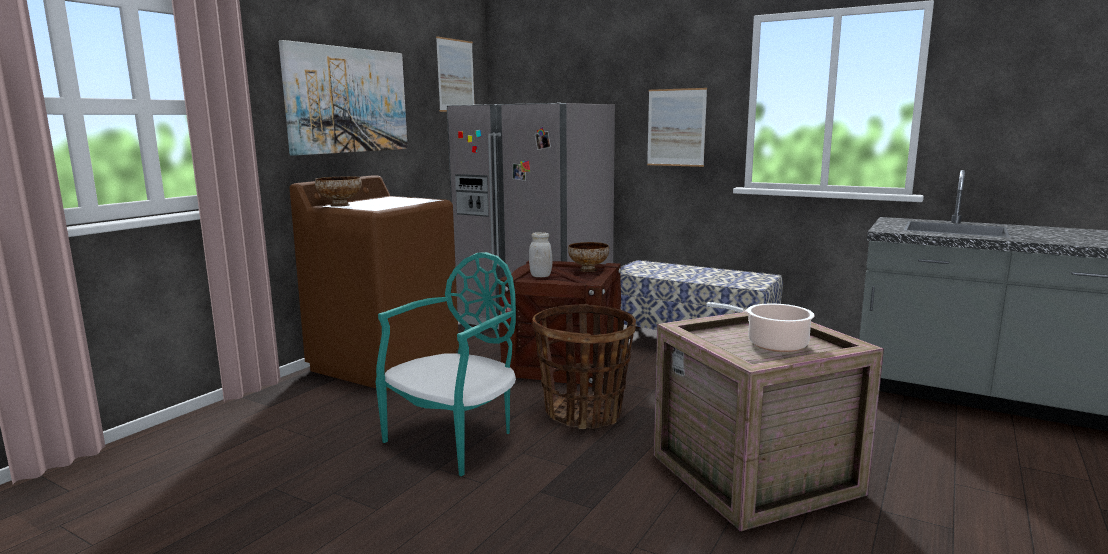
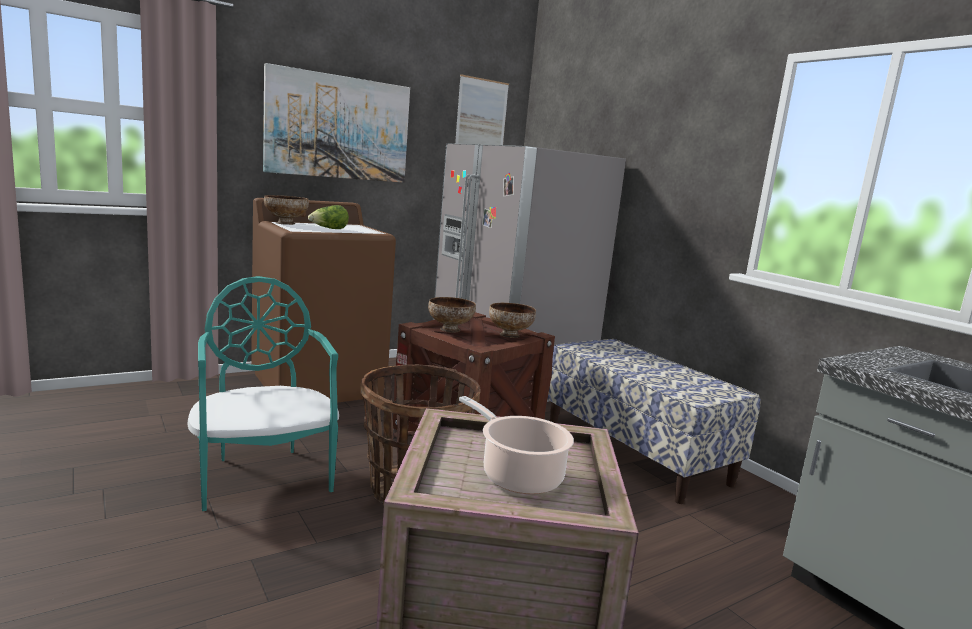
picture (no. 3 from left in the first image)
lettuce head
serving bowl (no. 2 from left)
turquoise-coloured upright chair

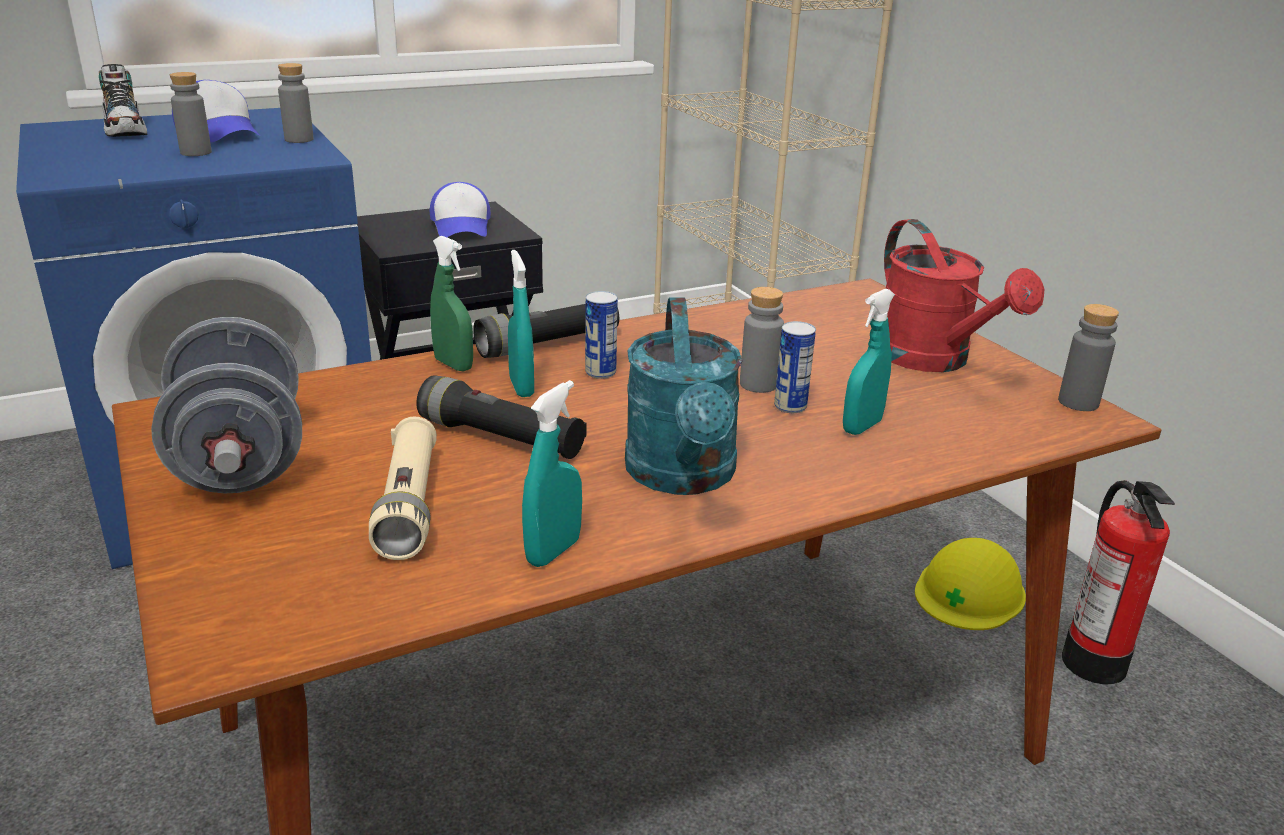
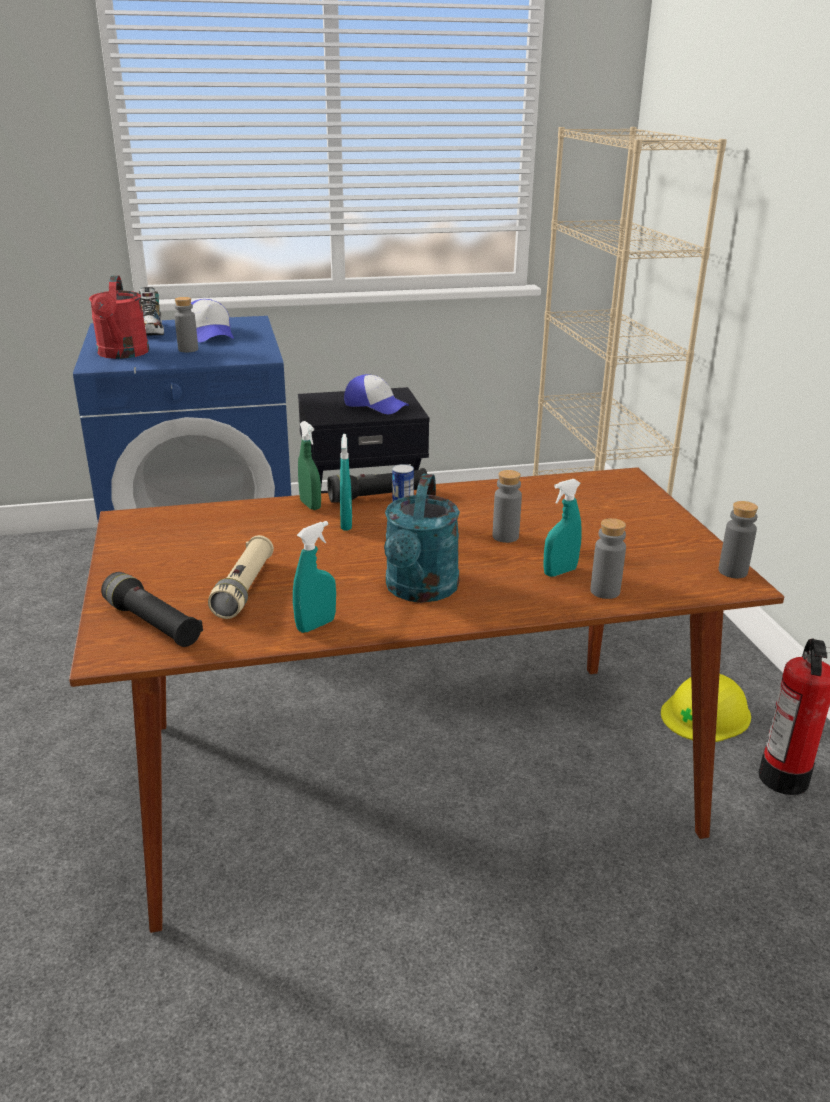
grey free weight
sealed can (no. 2 from left in the first image)
grey bottle (no. 3 from left)
black-coloured flashlight (no. 1 from left)
reddish watering can
cap (no. 2 from left)

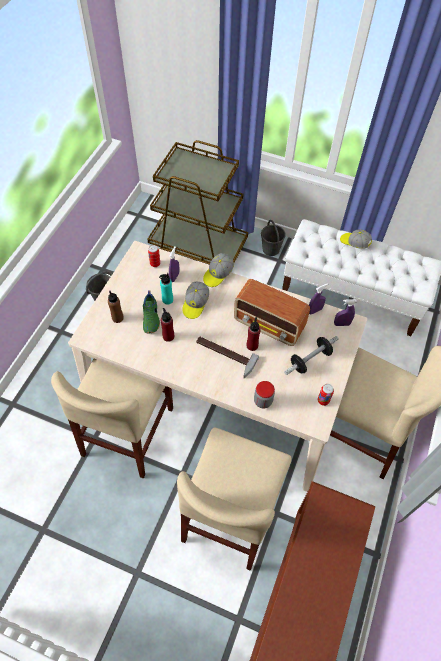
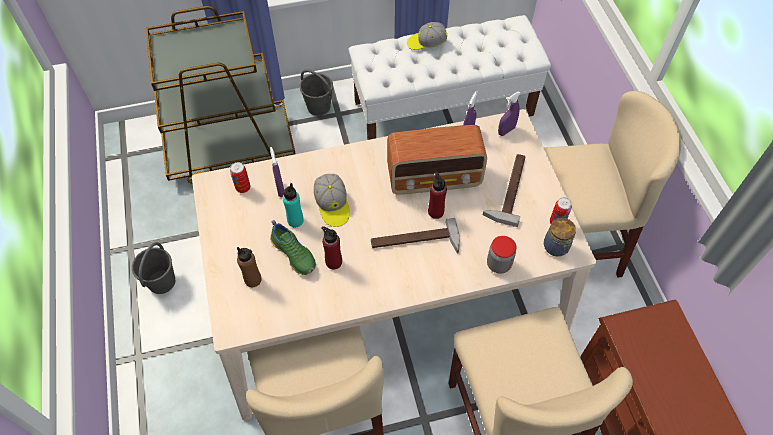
cap (no. 2 from left in the first image)
jar (no. 2 from left)
hammer (no. 2 from left)

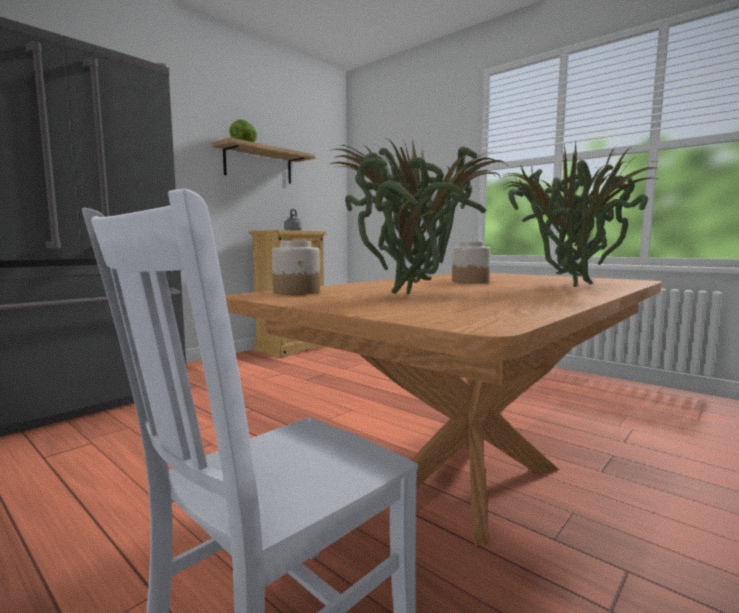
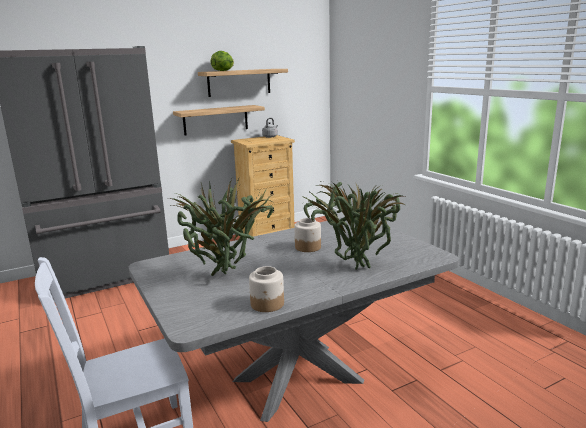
bracket shelf (no. 1 from left)
jar (no. 1 from left)
grey dining table

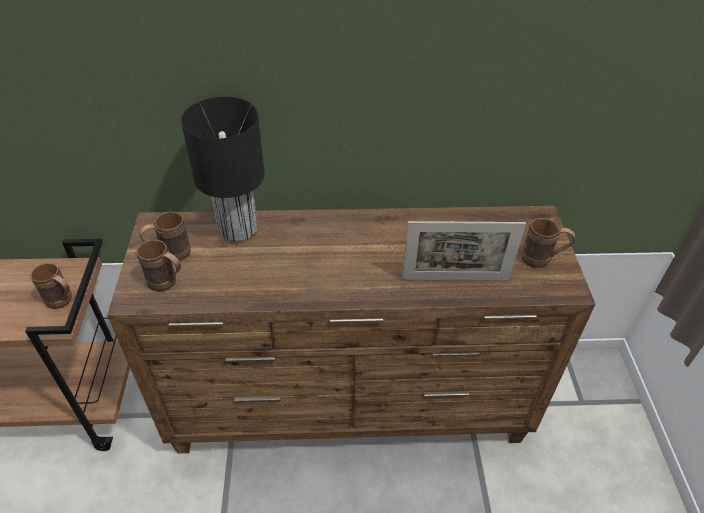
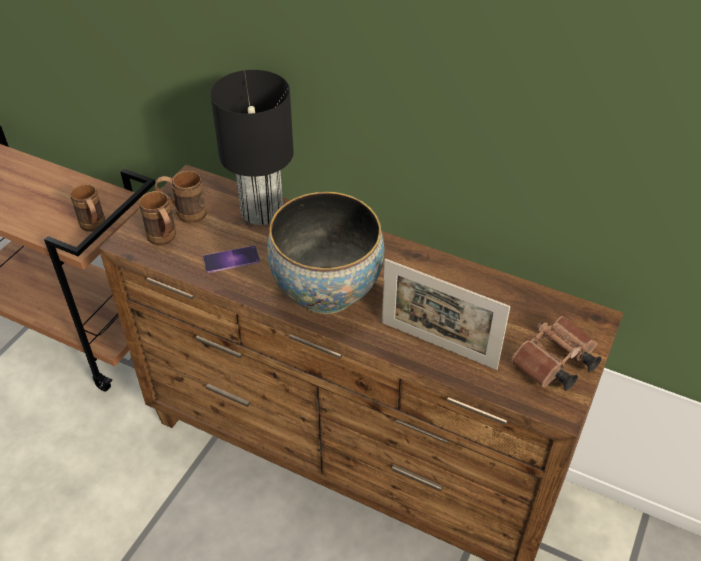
phone
serving bowl
brown-coloured binoculars

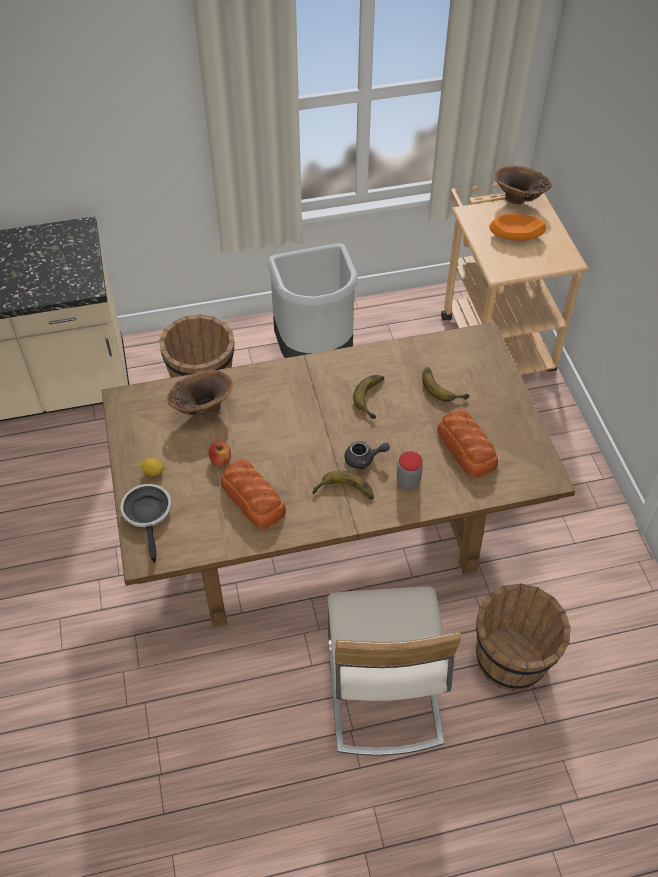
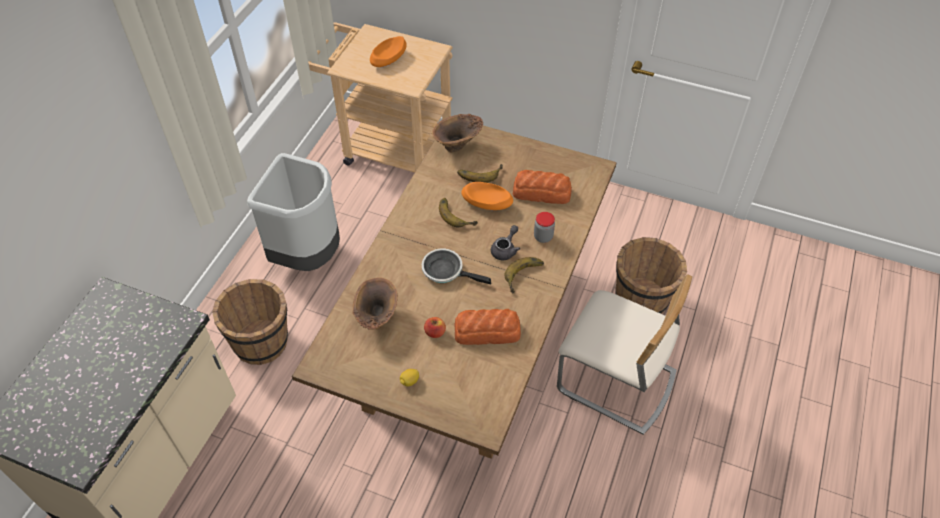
orangey serving bowl (no. 2 from left)
skillet
brown-coloured vase (no. 2 from left)

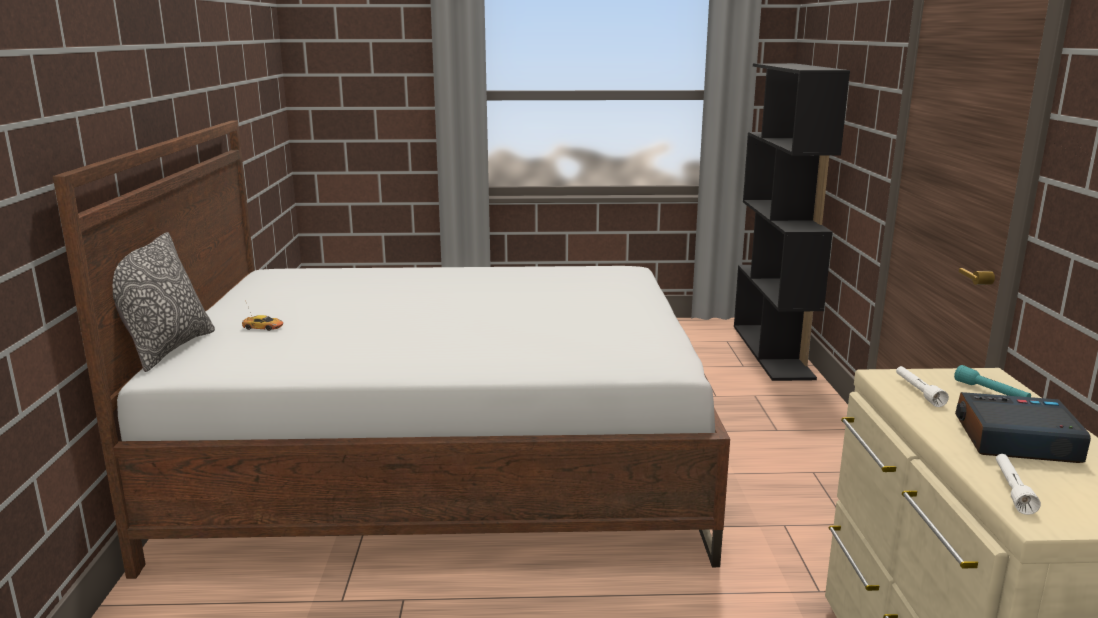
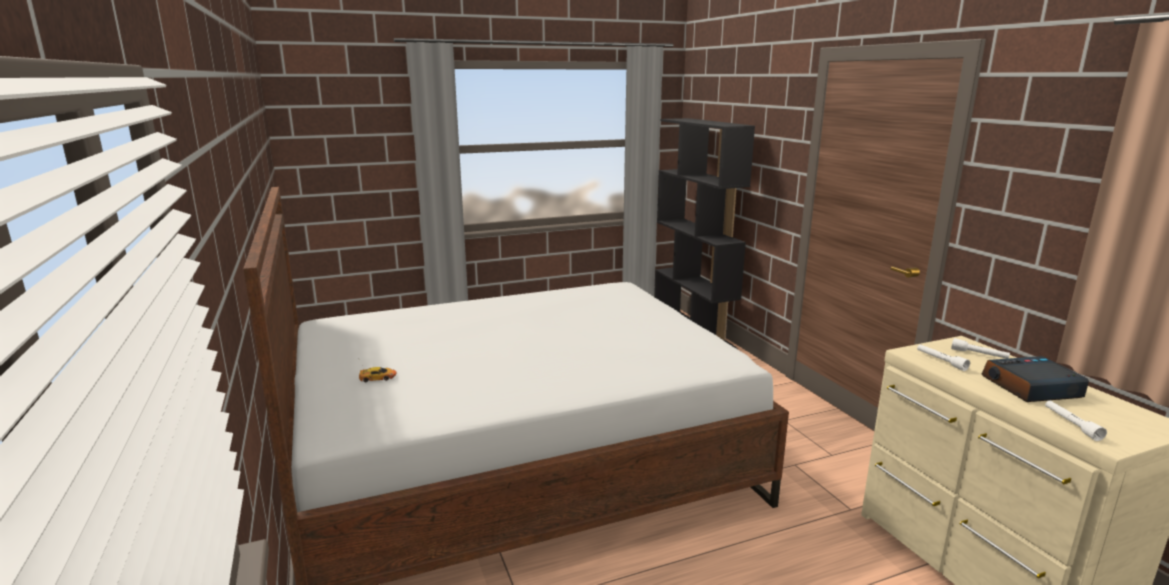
cushion
whitish flashlight (no. 2 from left)

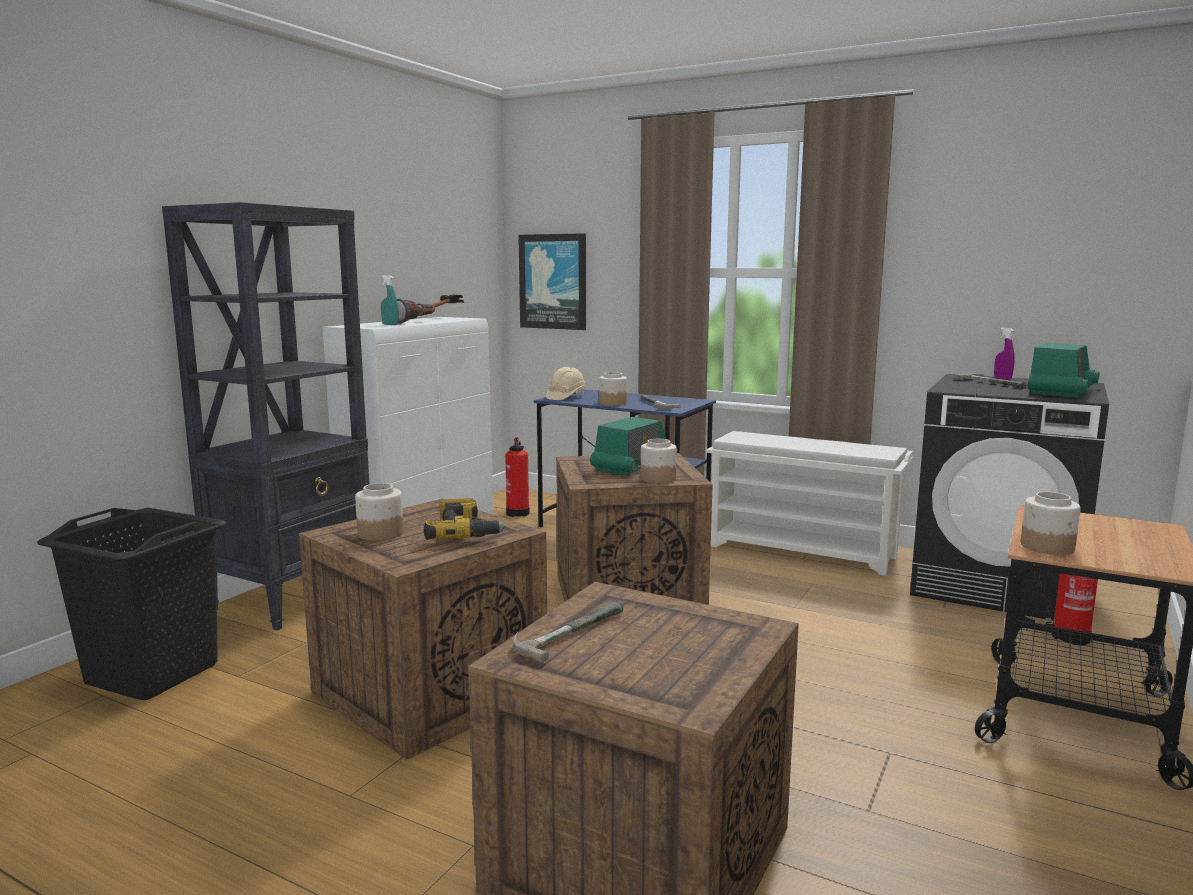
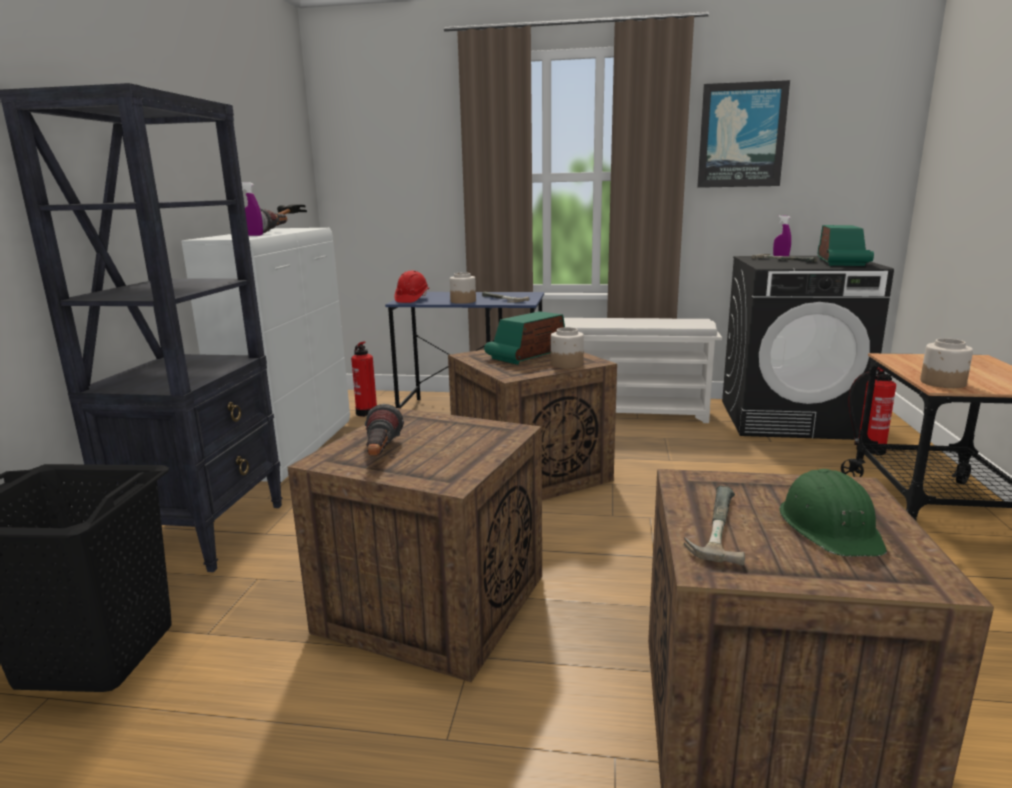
electric drill
green hard hat
picture
flashlight (no. 2 from left)
purple sprayer (no. 1 from left)
reddish hard hat
radio receiver (no. 1 from left)

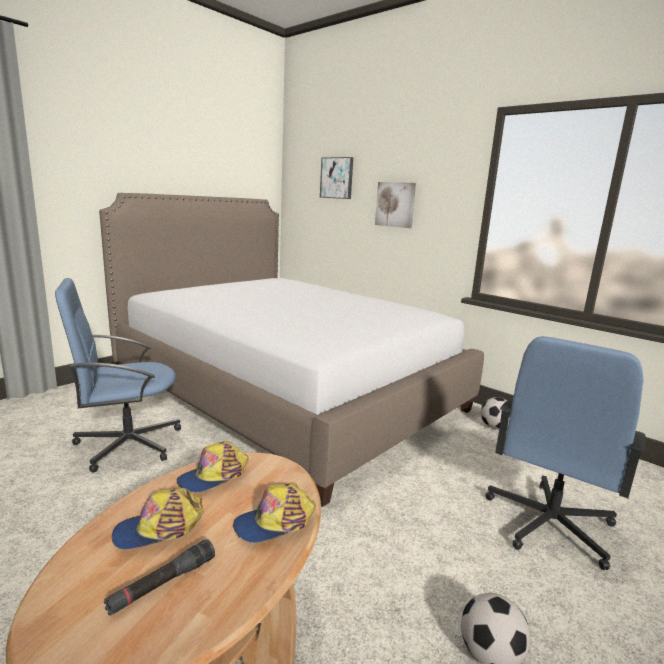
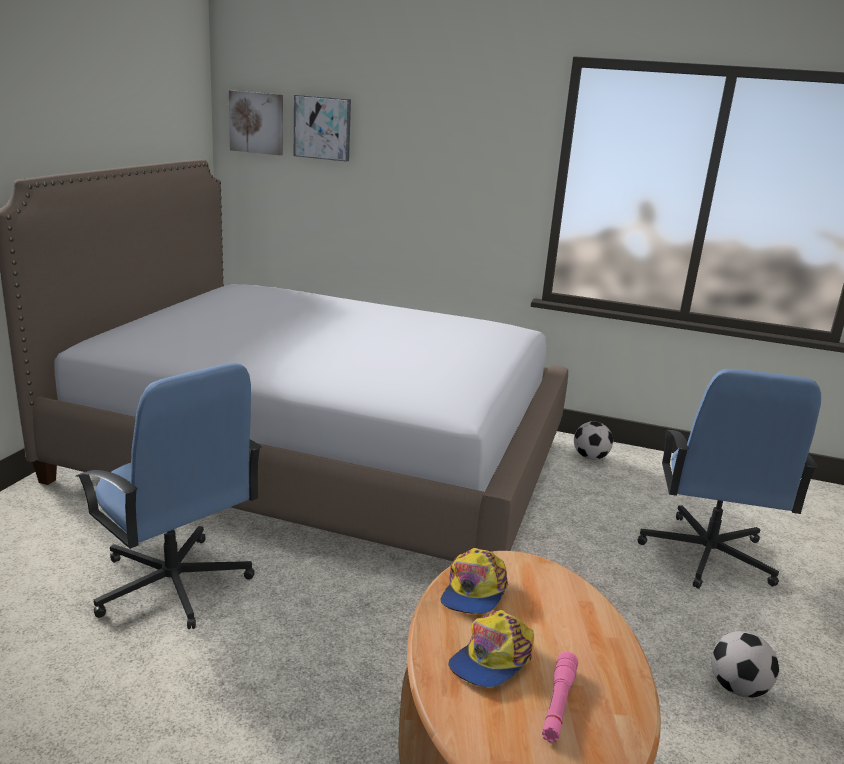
cap (no. 3 from left in the first image)
picture (no. 1 from left)
pinkish flashlight
blue desk chair (no. 1 from left)

